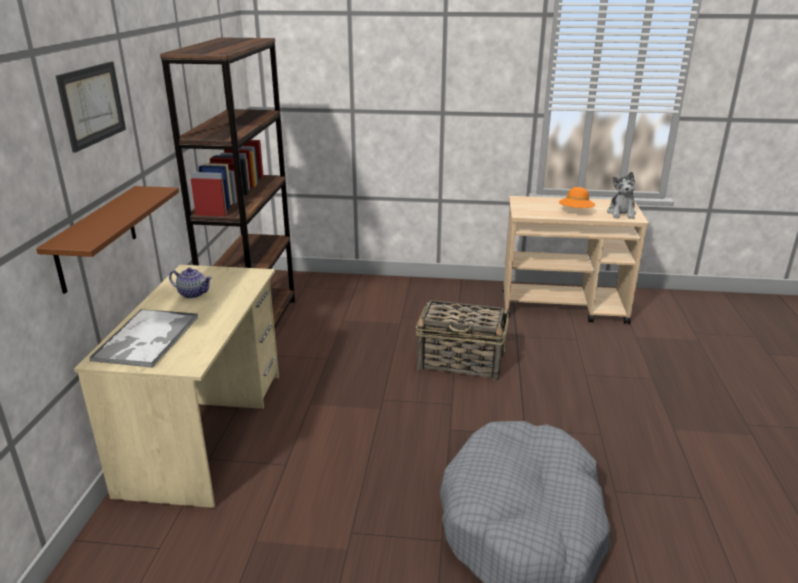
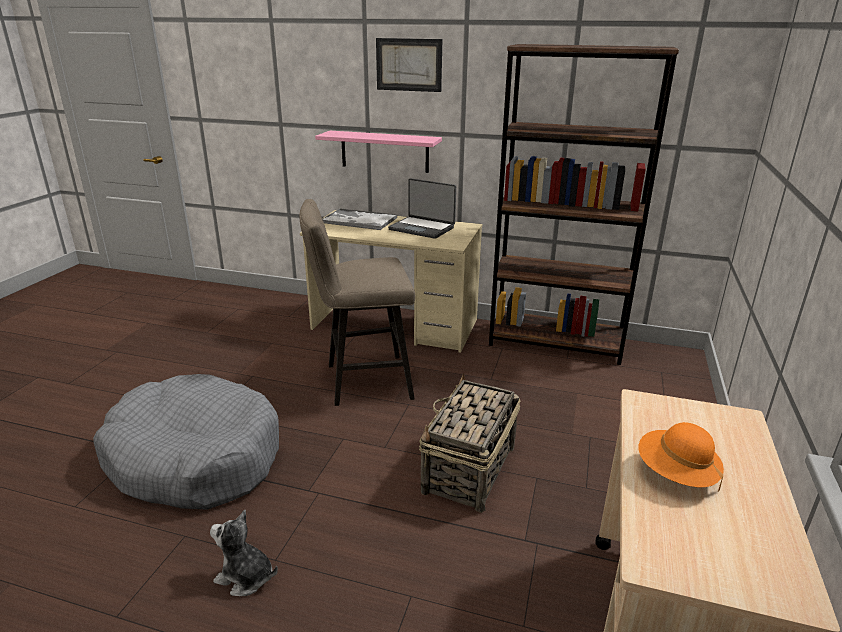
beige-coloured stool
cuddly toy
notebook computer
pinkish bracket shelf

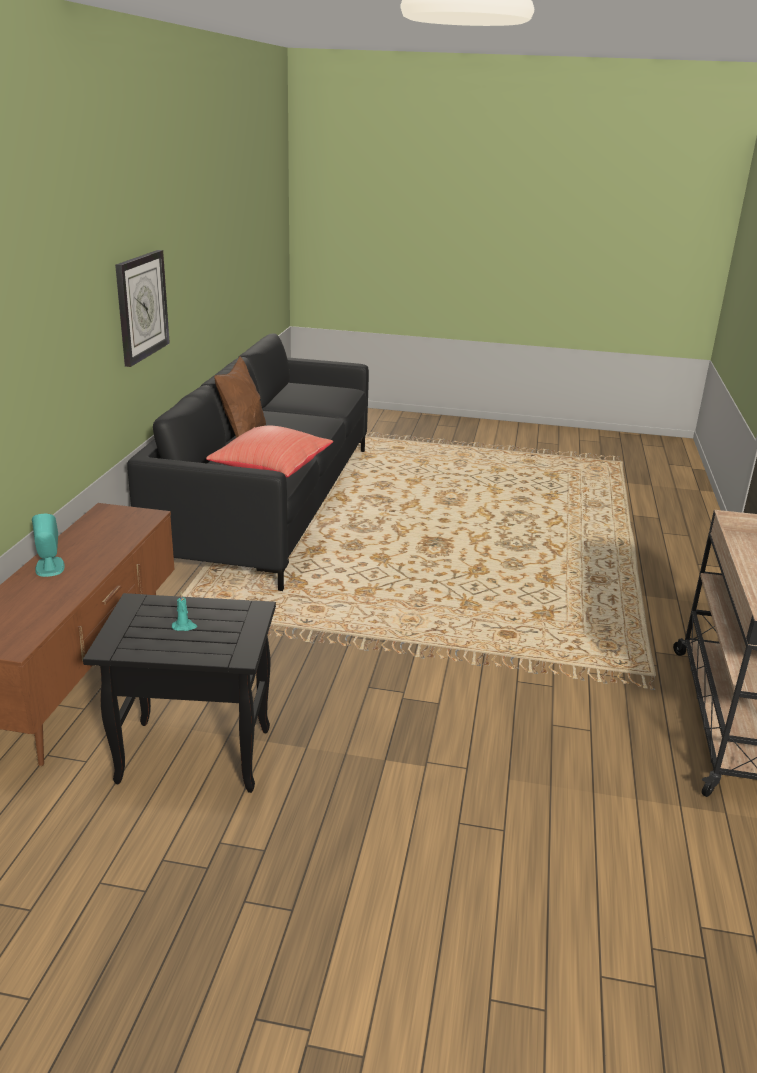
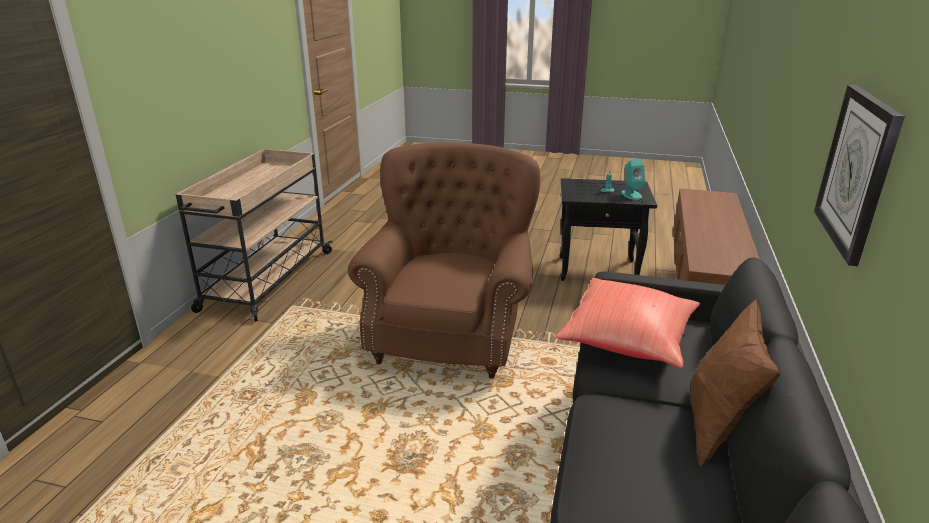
brown-coloured easy chair
turquoise-coloured loudspeaker

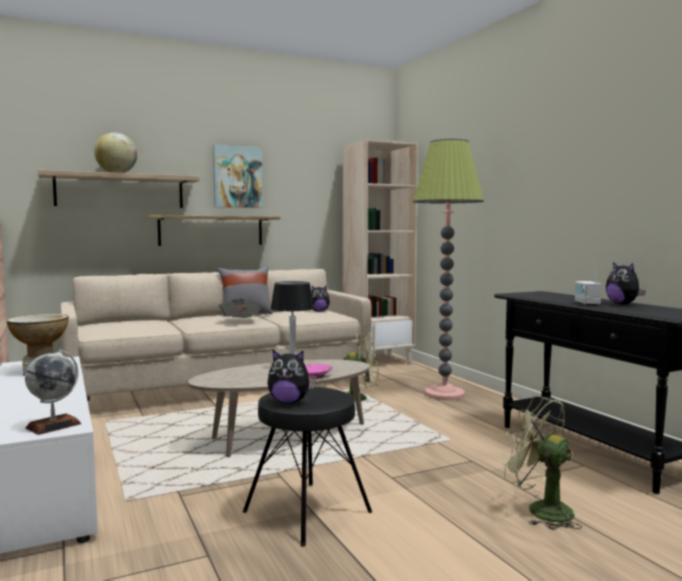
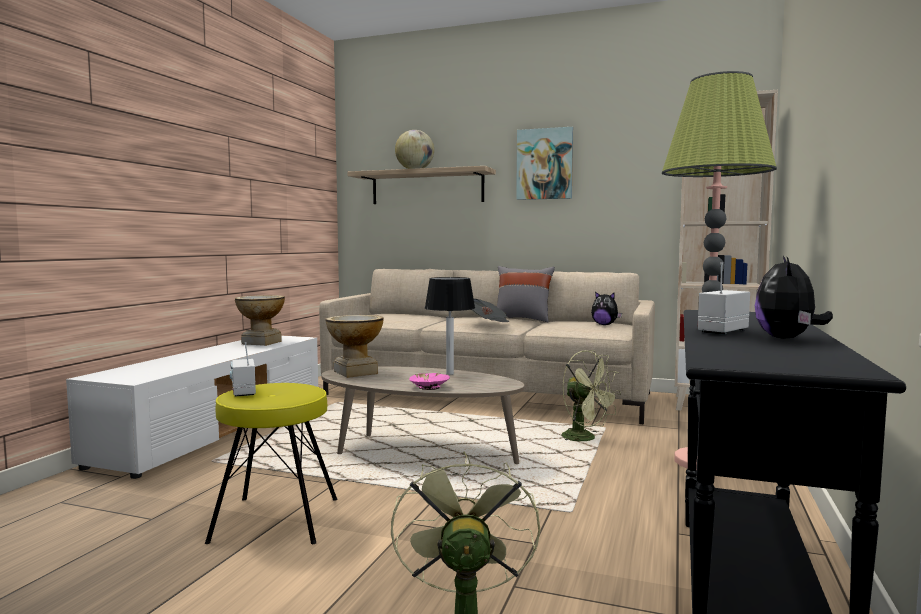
globe (no. 1 from left in the first image)
bracket shelf (no. 2 from left in the first image)
vase (no. 2 from left)
radio receiver (no. 1 from left)
yellowish stool

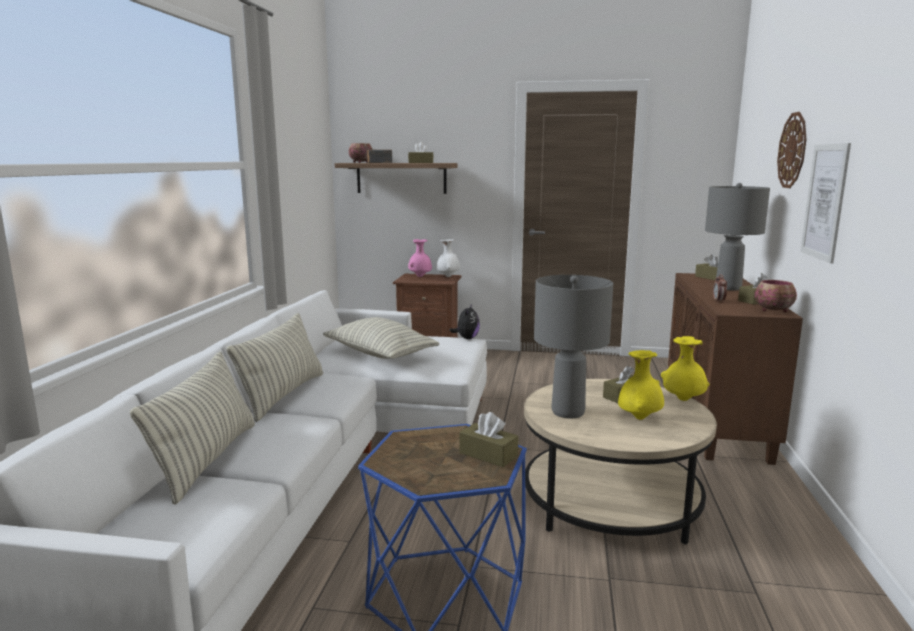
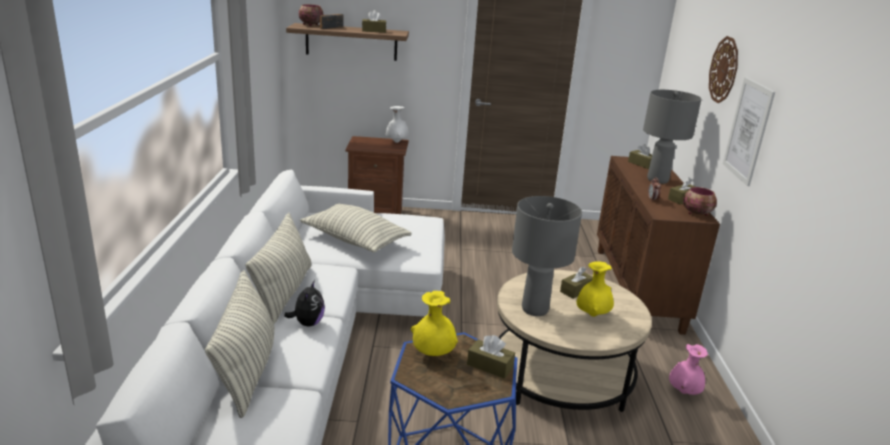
pinkish vase
cuddly toy
yellowish vase (no. 1 from left)

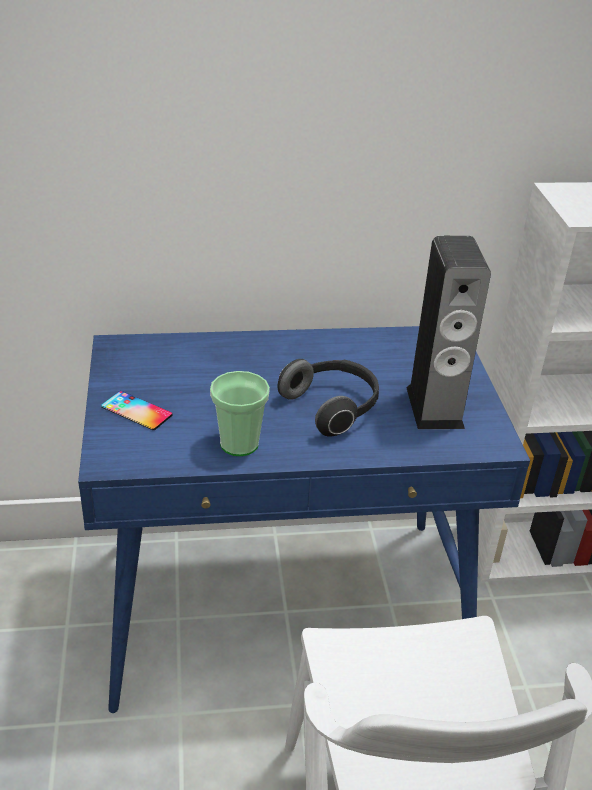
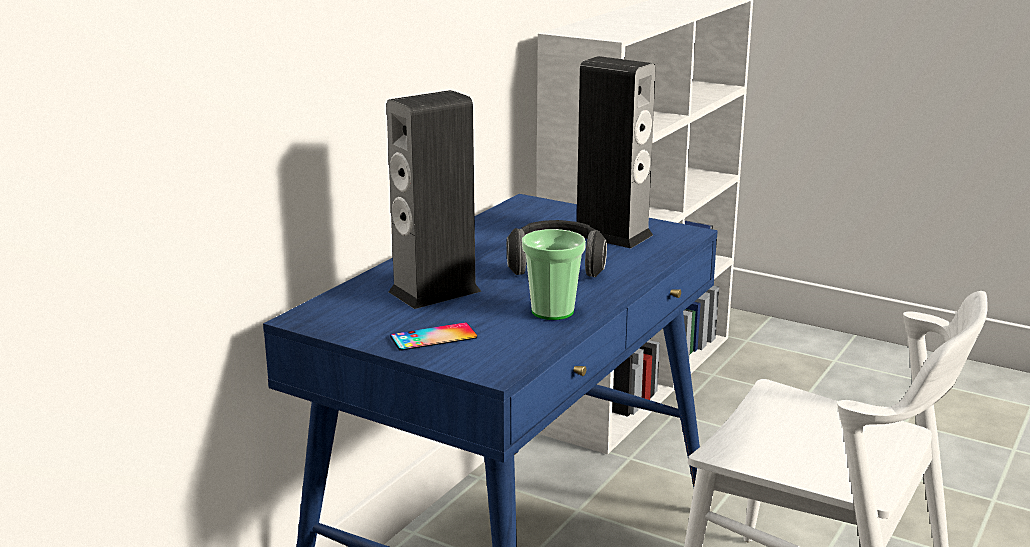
loudspeaker (no. 1 from left)

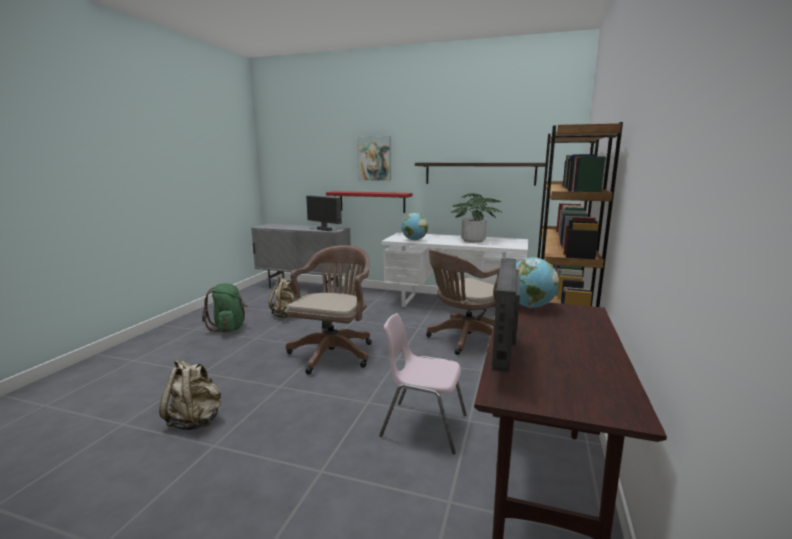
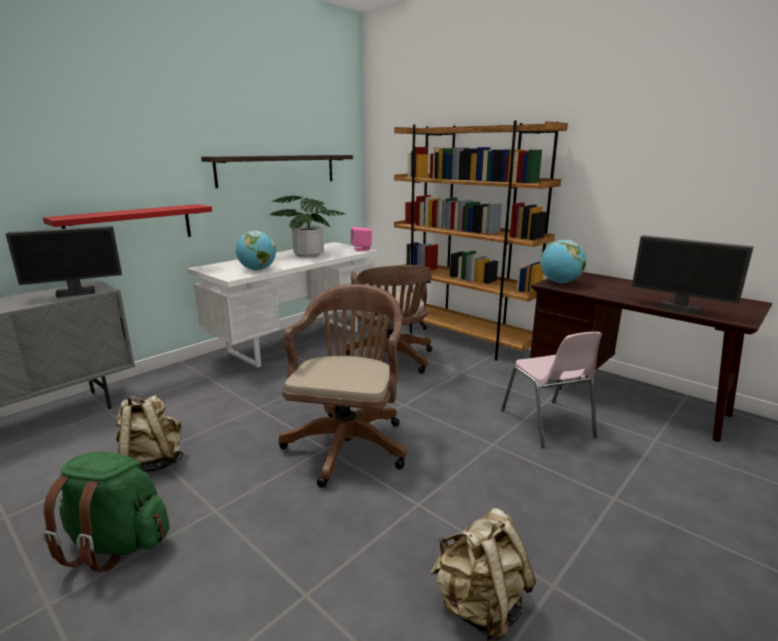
picture
pinkish loudspeaker
brown-coloured desk chair (no. 1 from left)
pinkish upright chair

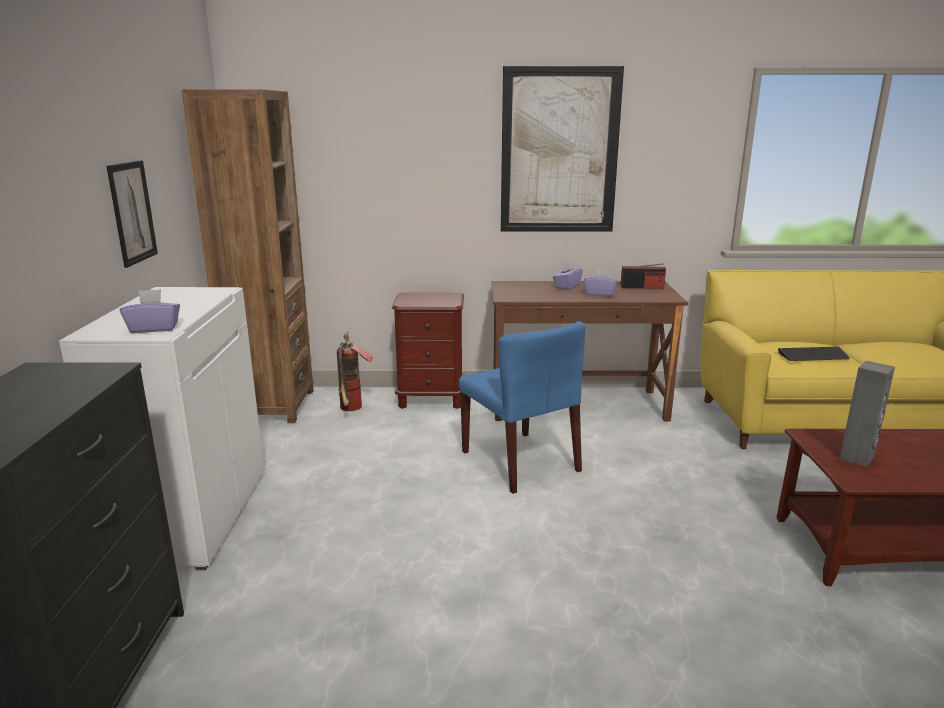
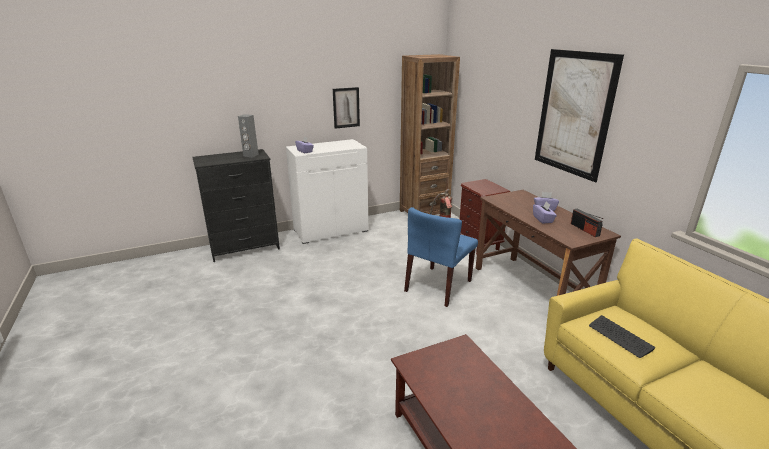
grey loudspeaker

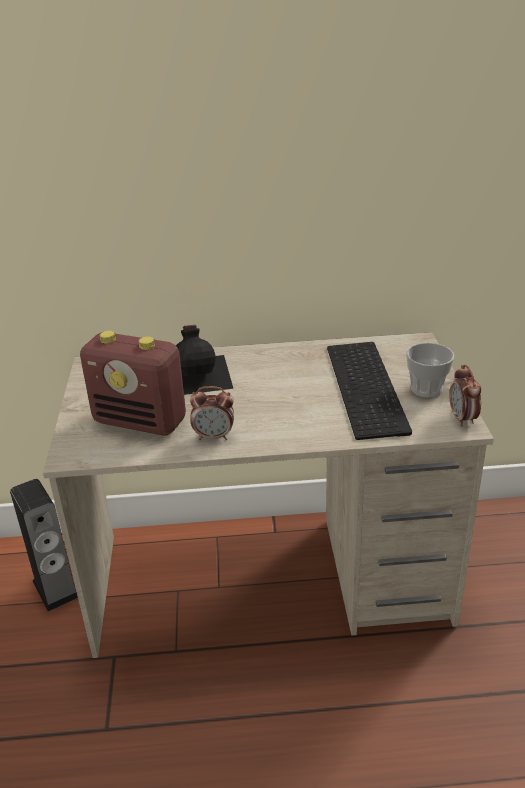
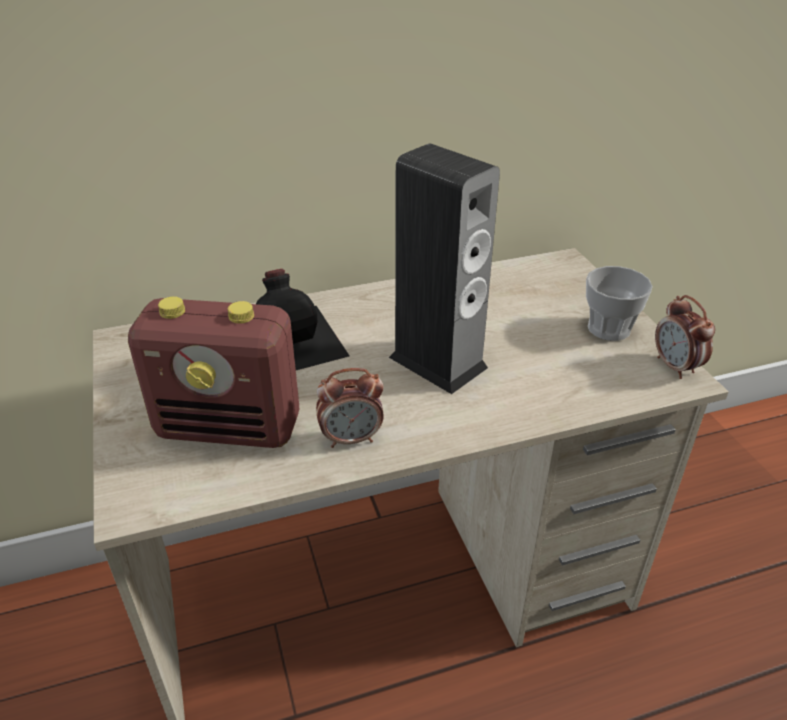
keyboard
loudspeaker

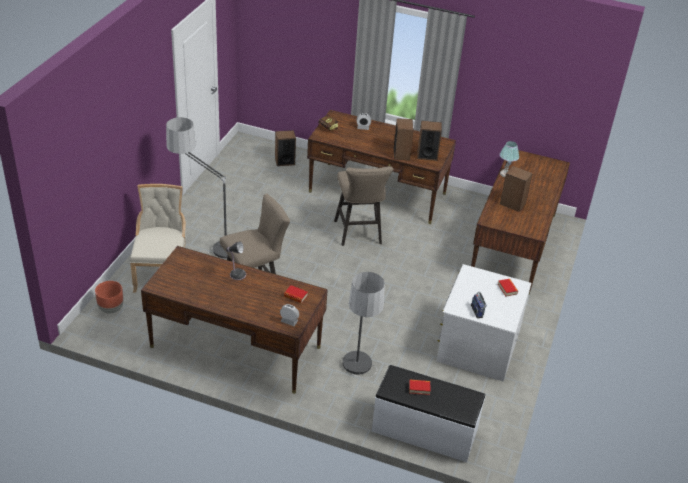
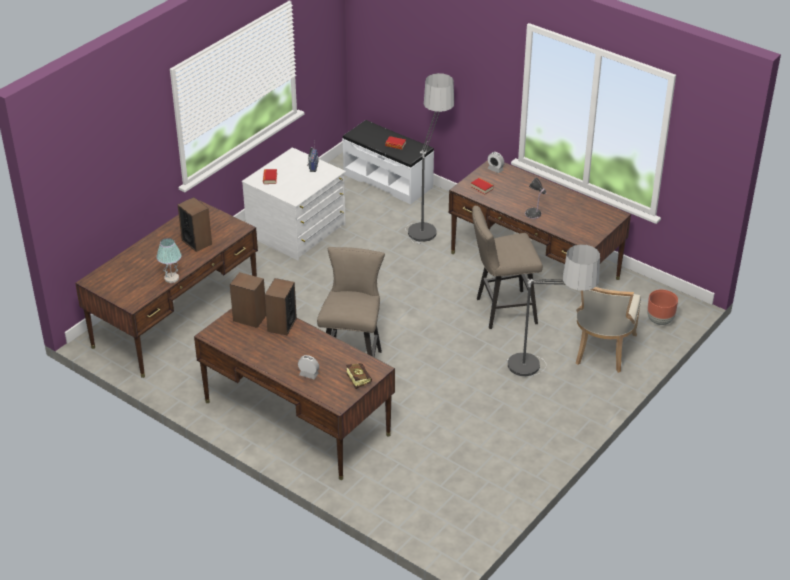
loudspeaker (no. 1 from left in the first image)

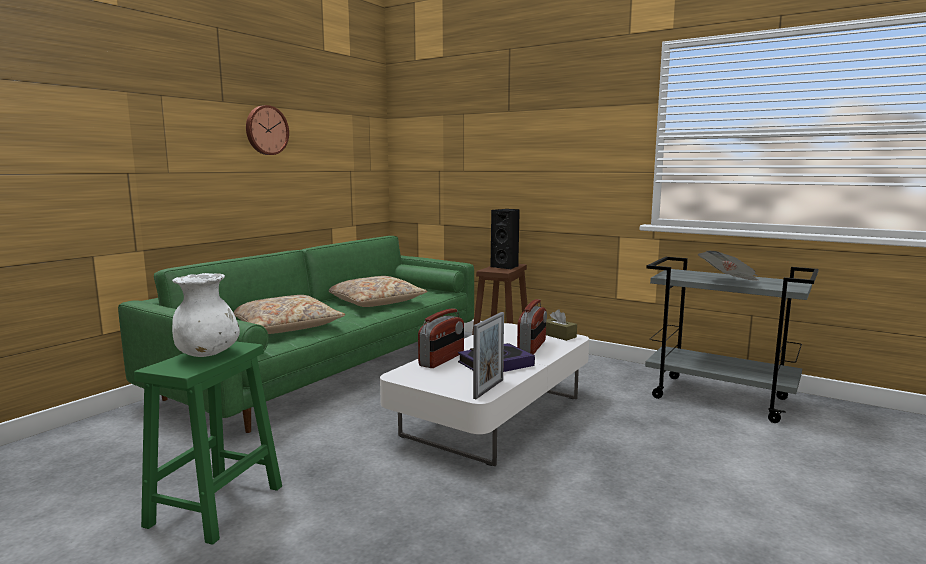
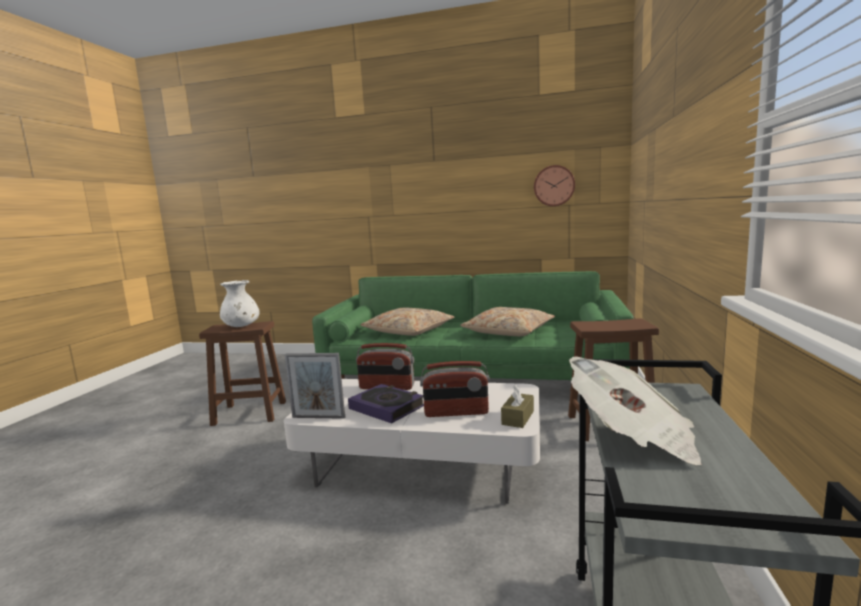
black-coloured loudspeaker
wall clock
brown-coloured stool (no. 1 from left)

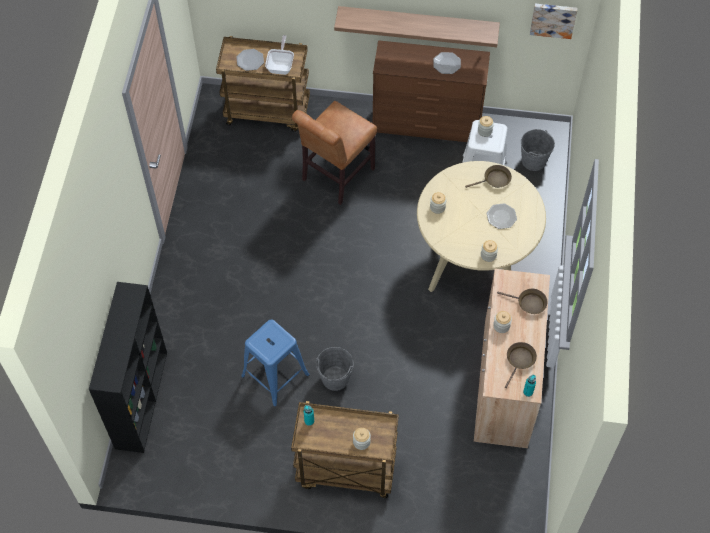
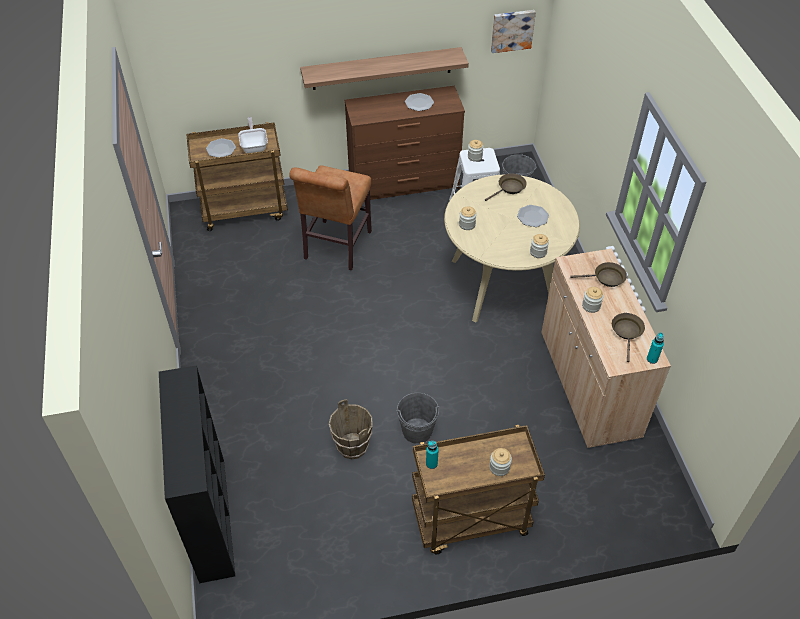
brown-coloured pail

